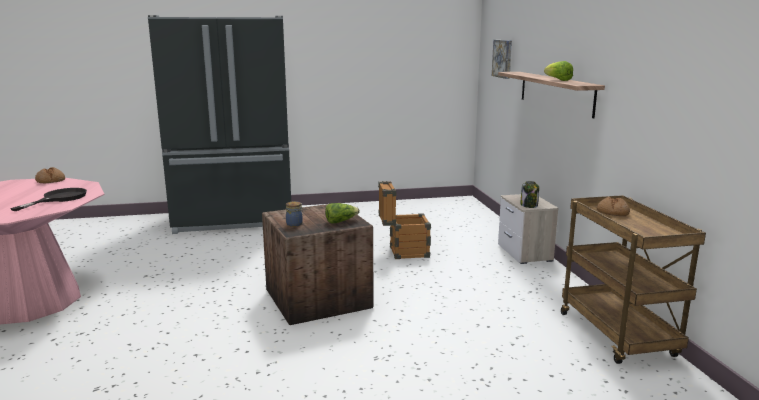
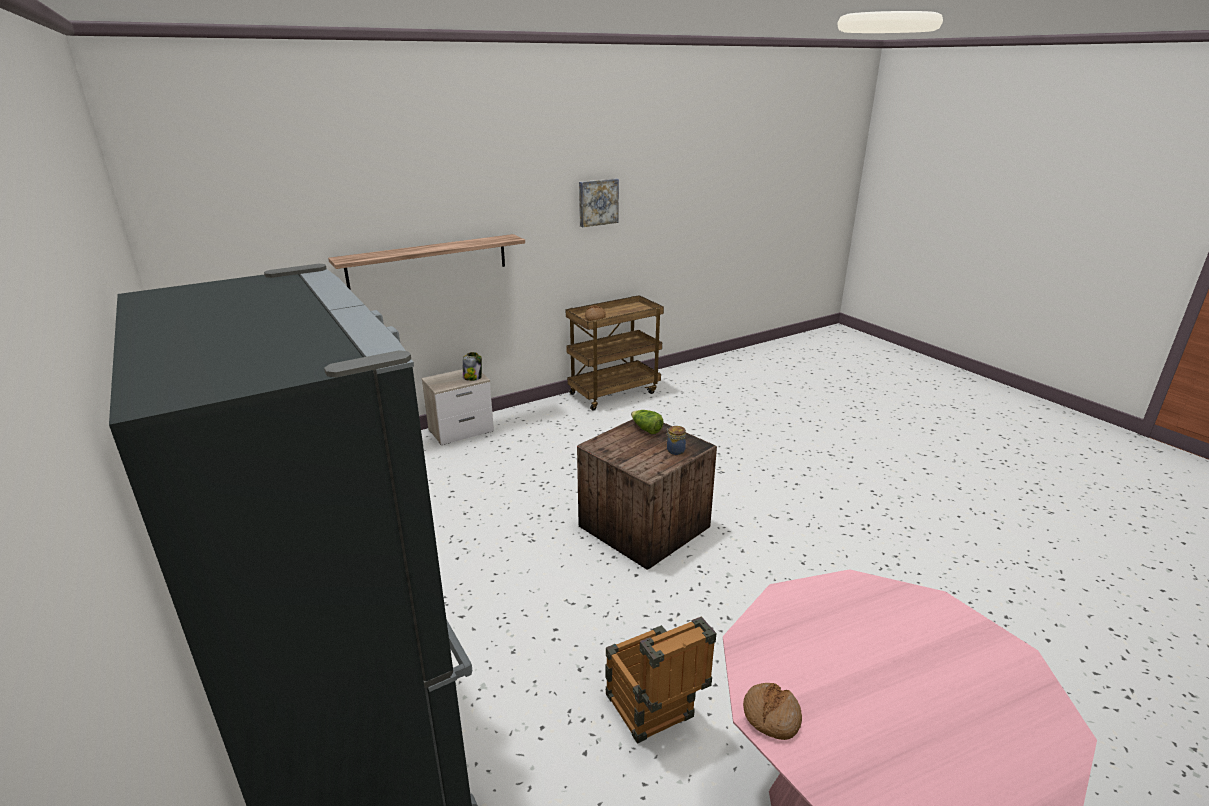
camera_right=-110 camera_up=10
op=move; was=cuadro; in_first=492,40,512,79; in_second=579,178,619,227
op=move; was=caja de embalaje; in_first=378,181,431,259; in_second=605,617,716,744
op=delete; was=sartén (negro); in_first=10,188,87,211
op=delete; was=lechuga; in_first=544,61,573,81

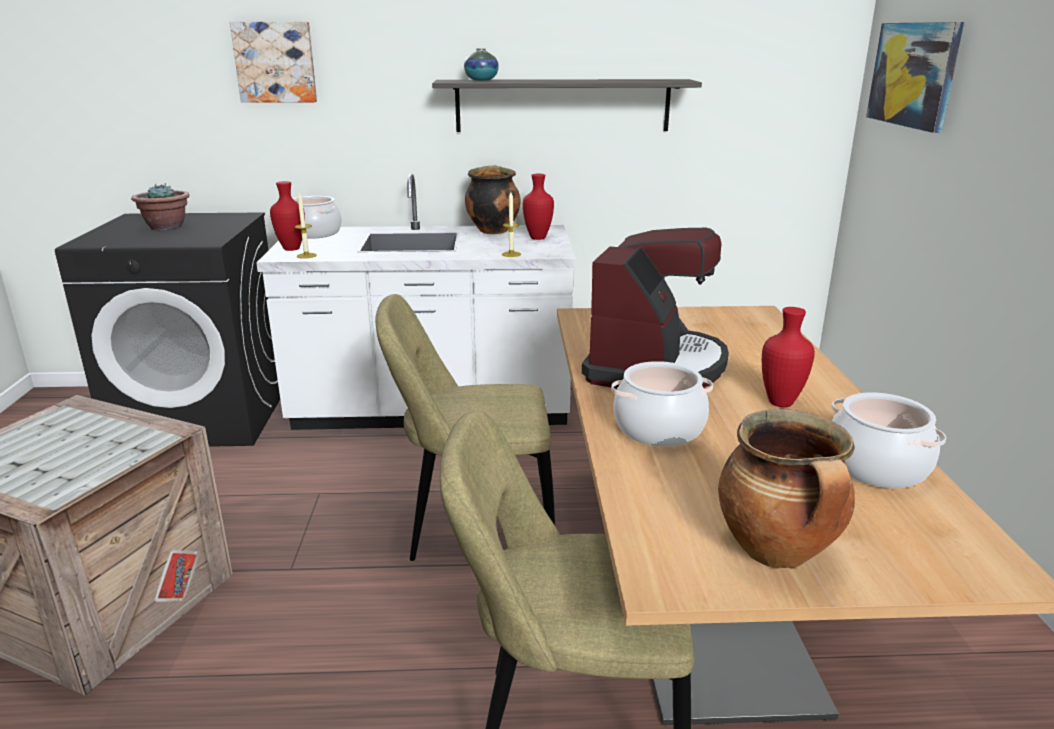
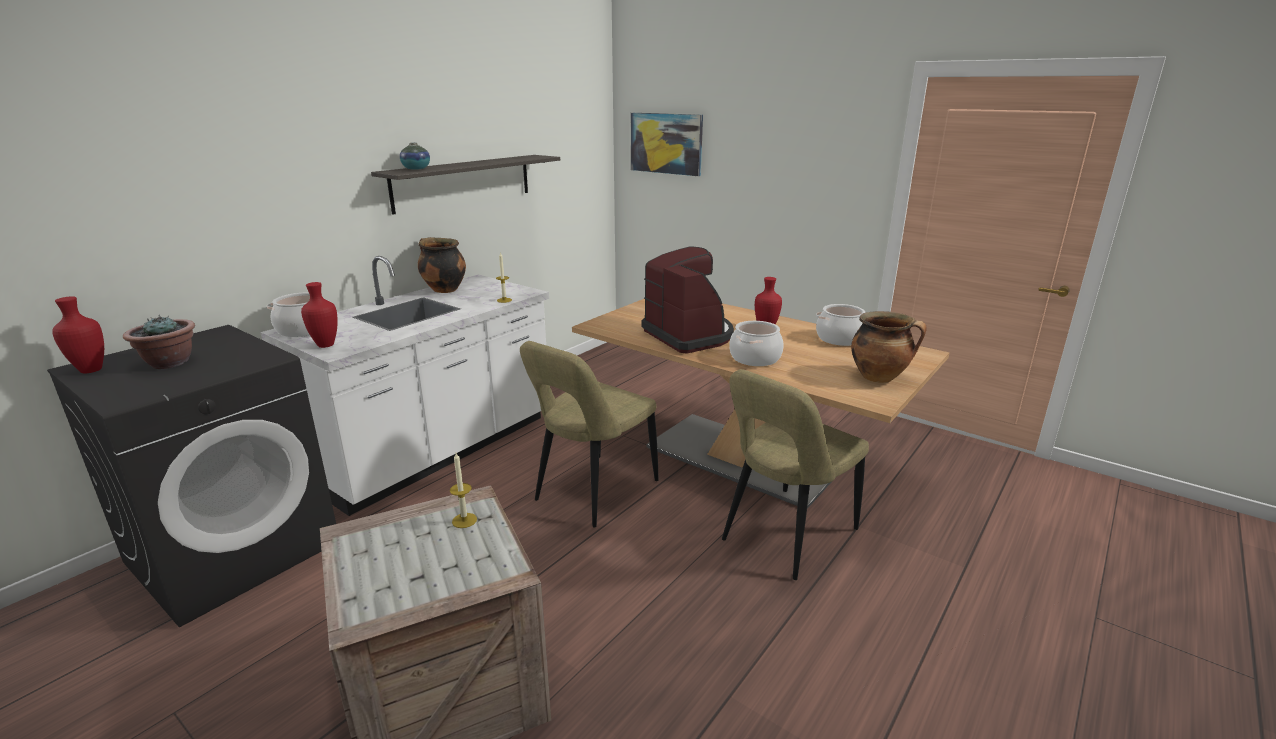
camera_right=-50 camera_up=0
op=move; was=florero (rojo); in_first=523,174,554,240; in_second=52,297,104,373
op=move; was=vela; in_first=295,193,317,259; in_second=450,453,477,528
op=delete; was=cuadro; in_first=230,22,317,103

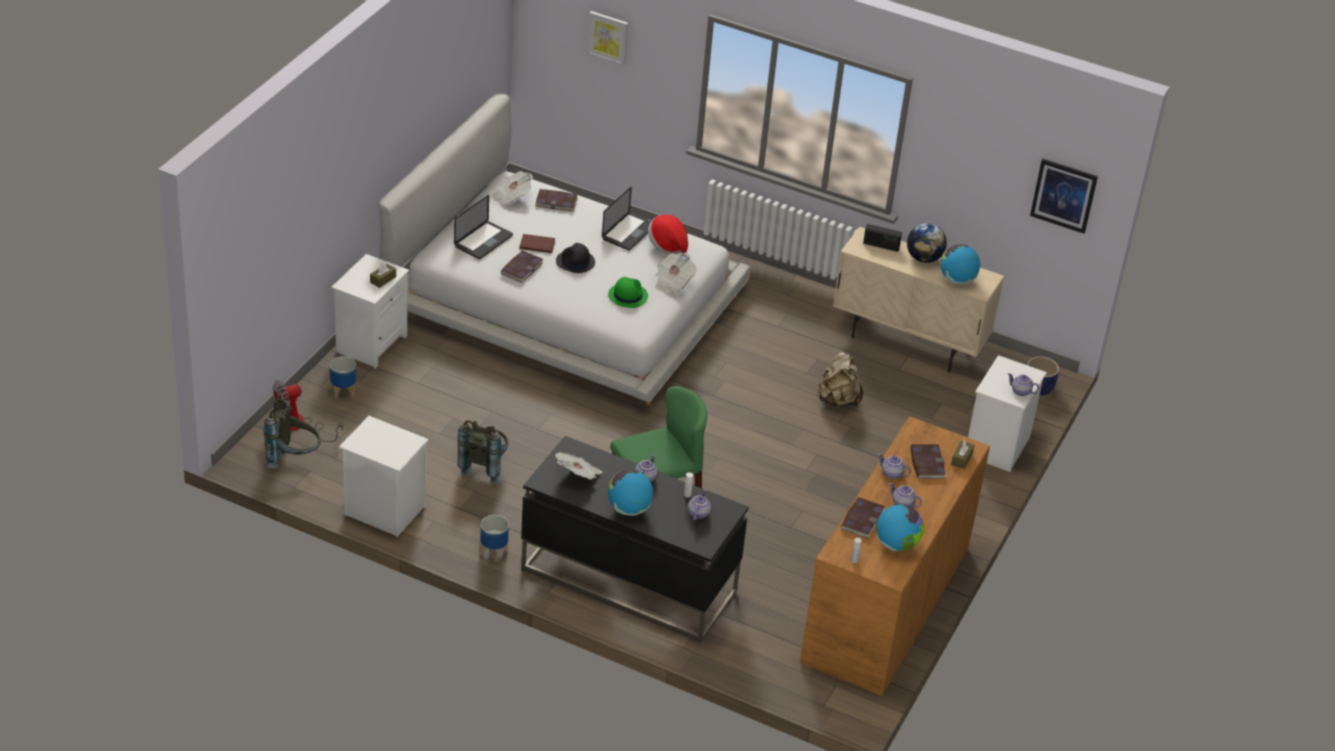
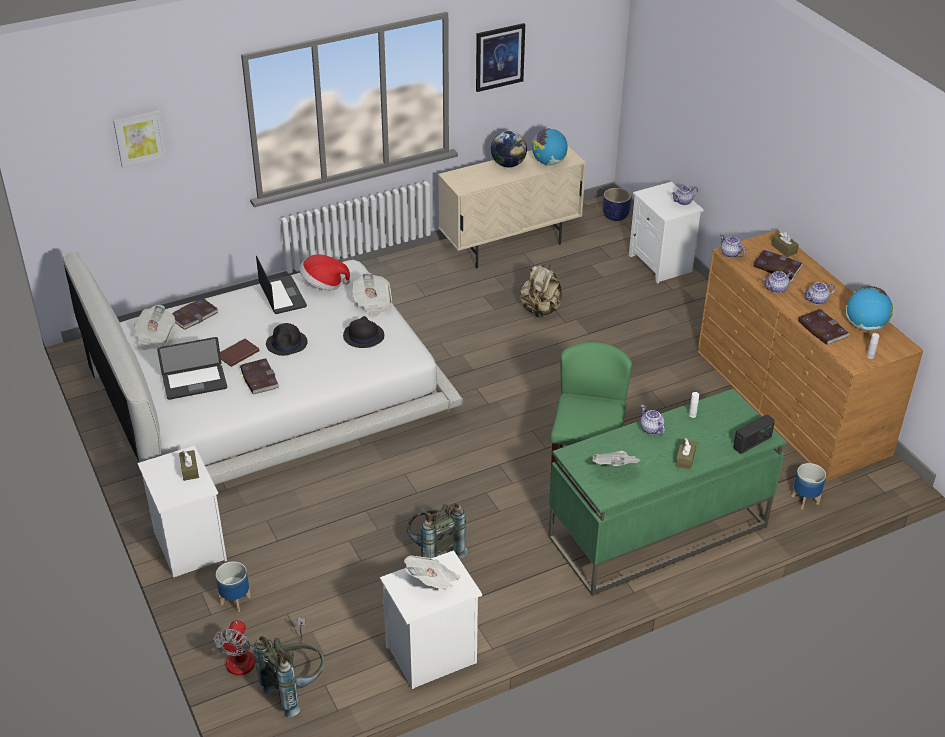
camera_right=-50 camera_up=0
op=rotate; was=portátil; in_first=454,195,513,259; in_second=157,337,227,400; clockwise=90
op=recolor; was=sombrero (verde); now=sombrero (negro); in_first=608,277,648,308; in_second=343,316,384,348
op=insert; now=periódico; in_second=404,555,460,590
op=move; was=cuadro; in_first=1030,159,1098,233; in_second=476,23,525,92
op=recolor; was=escritorio (negro); now=escritorio (verde); in_first=521,436,749,644; in_second=548,388,787,596
op=replace; was=globo terráqueo; now=caja de pañuelos (marrón); in_first=608,469,653,516; in_second=675,438,697,470
op=move; was=tetera; in_first=688,489,711,520; in_second=720,234,745,258
op=move; was=radio; in_first=863,224,902,252; in_second=733,415,775,454
op=move; was=maceta; in_first=480,515,509,562; in_second=791,463,826,510

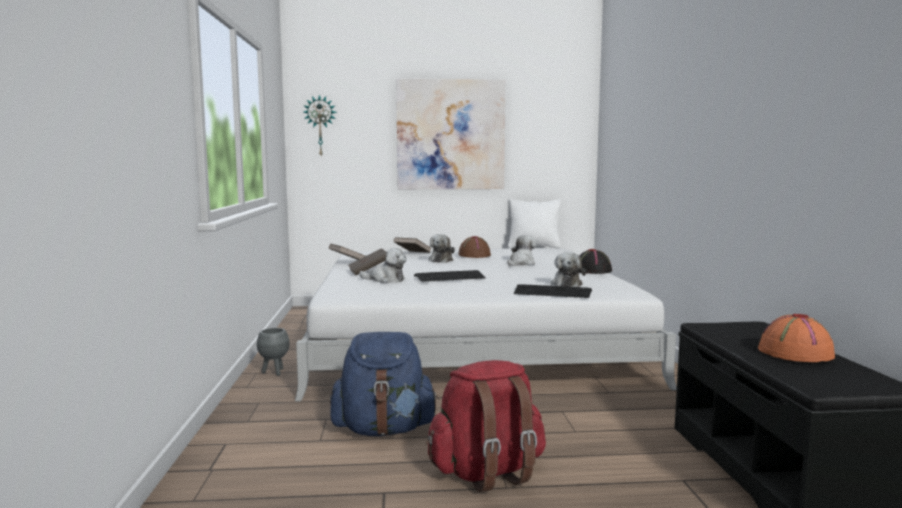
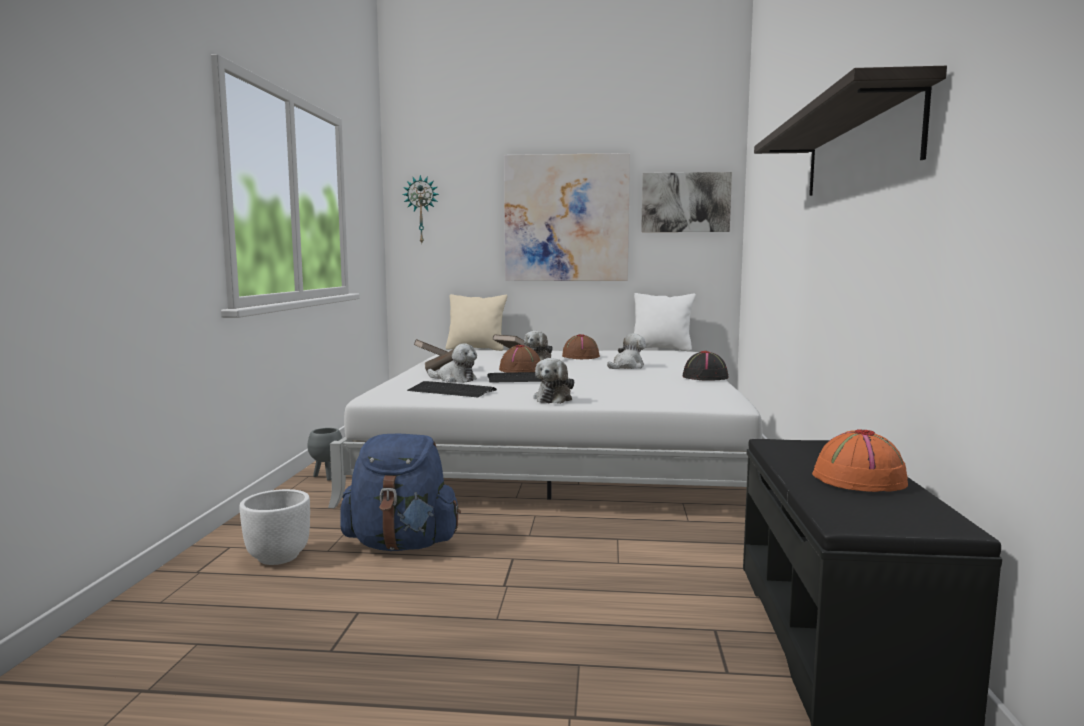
camera_right=10 camera_up=0
op=insert; now=maceta (blanco); in_second=239,489,310,565
op=move; was=teclado; in_first=514,284,592,298; in_second=407,381,497,397
op=insert; now=cojín (beis); in_second=446,294,507,351
op=insert; now=sombrero (marrón); in_second=499,345,541,373
op=move; was=peluche; in_first=551,252,586,287; in_second=534,358,574,404
op=insert; now=cuadro; in_second=641,172,732,232
op=insert; now=estante; in_second=754,66,947,196
op=delete; was=mochila (rojo); in_first=426,360,546,492

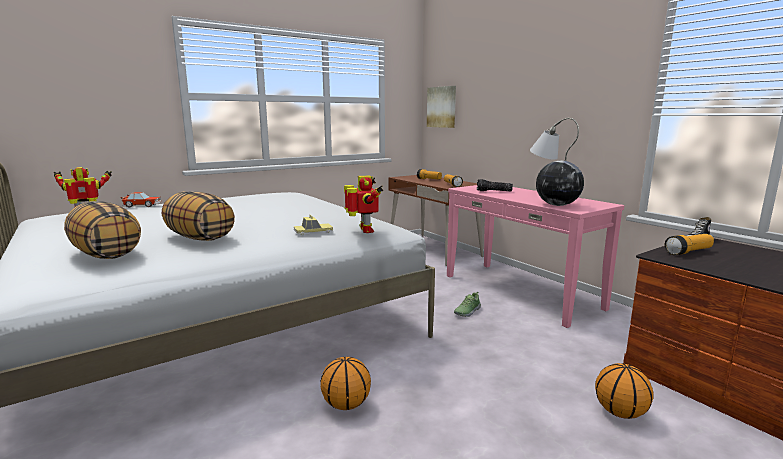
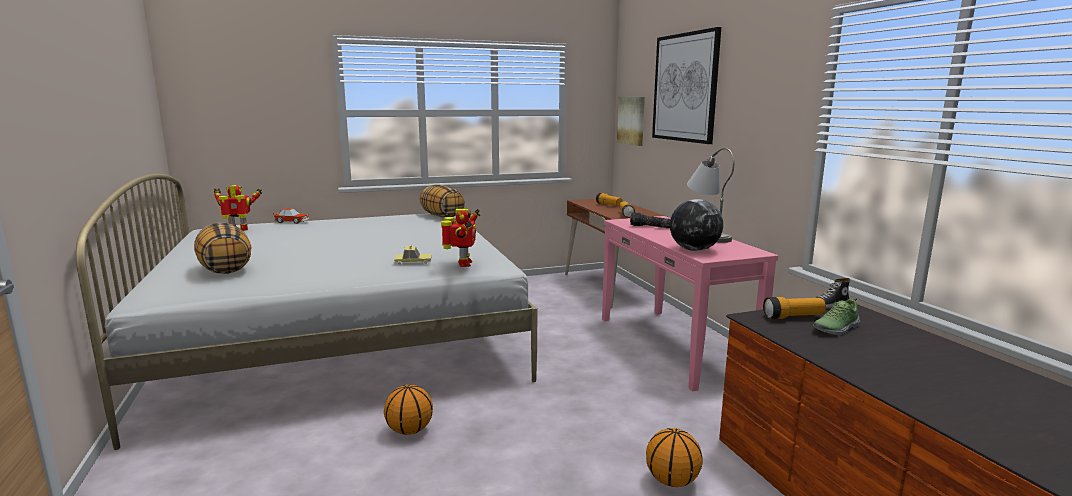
camera_right=15 camera_up=0
op=move; was=cojín; in_first=162,191,235,241; in_second=420,185,465,218
op=insert; now=cuadro; in_second=652,27,721,144
op=move; was=zapato; in_first=454,292,481,317; in_second=813,298,860,335

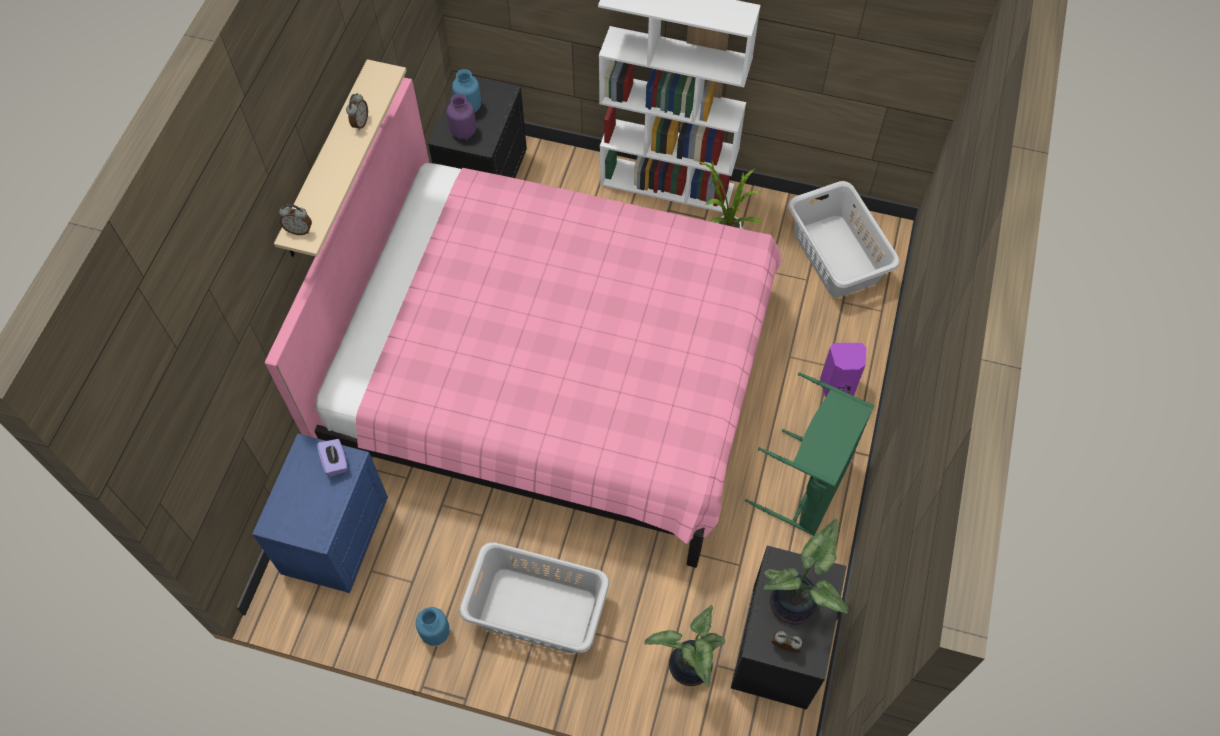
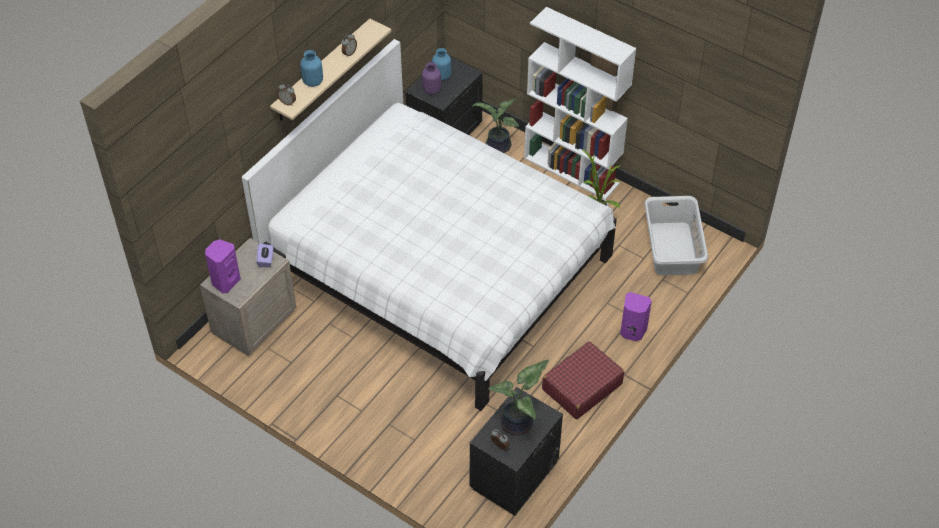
camera_right=20 camera_up=-10
op=recolor; was=mesita de noche (azul); now=mesita de noche (beis); in_first=252,433,388,593; in_second=200,238,296,356
op=insert; now=altavoz (morado); in_second=205,239,241,293
op=recolor; was=cama (rosa); now=cama (blanco); in_first=265,77,782,568; in_second=242,39,617,411
op=move; was=florero (azul); in_first=416,607,450,646; in_second=300,50,323,87
op=move; was=planta en maceta; in_first=644,605,725,687; in_second=472,99,519,153
op=replace; was=cesto de la ropa (verde); now=maleta (rojo); in_first=745,372,874,536; in_second=542,341,624,419
op=delete; was=cesto de la ropa (gris); in_first=459,542,610,653

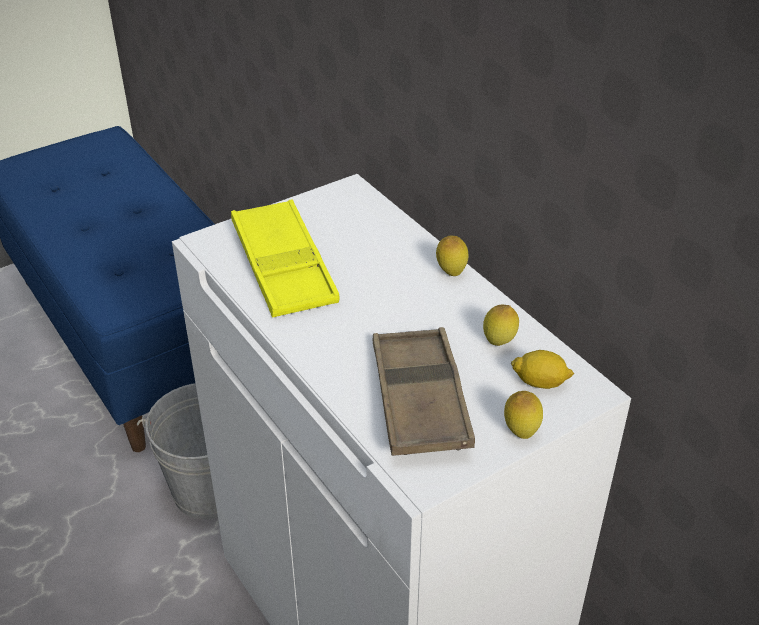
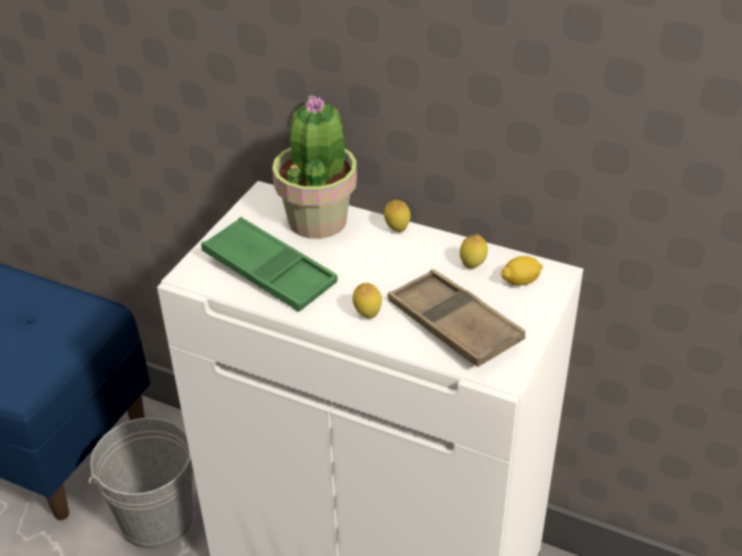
camera_right=-30 camera_up=0
op=recolor; was=bandeja (amarillo); now=bandeja (verde); in_first=231,199,340,318; in_second=201,217,338,312
op=insert; now=planta en maceta; in_second=272,95,357,239
op=move; was=limón; in_first=504,391,543,439; in_second=353,283,382,318

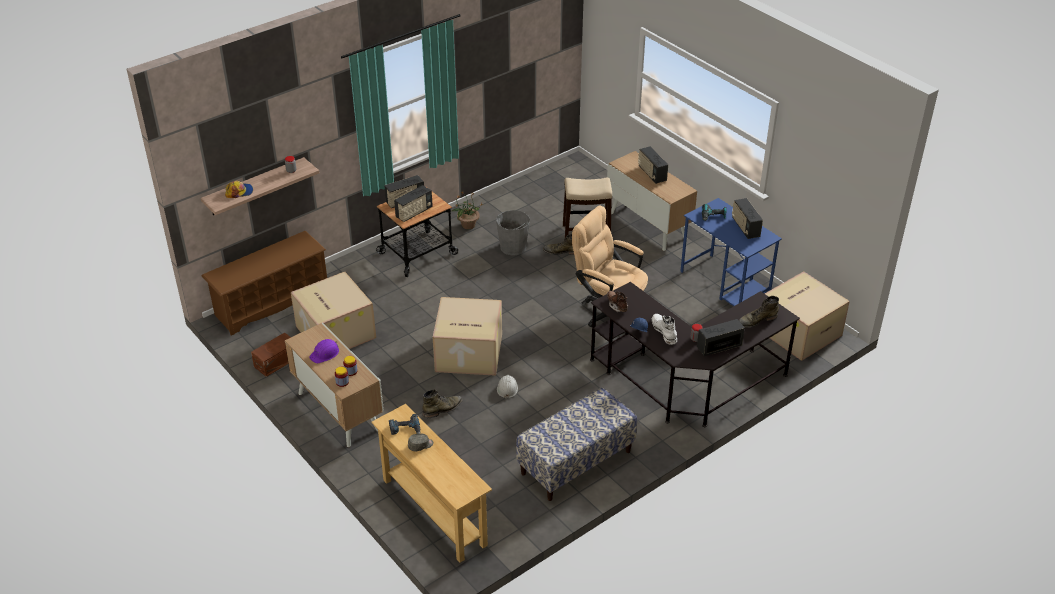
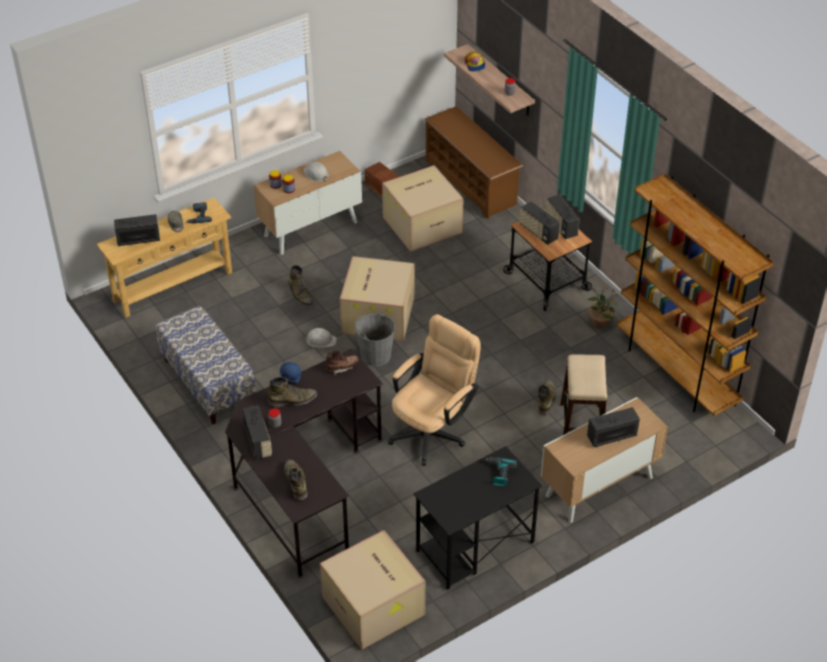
camera_right=95 camera_up=5
op=move; was=radio; in_first=732,198,763,239; in_second=114,214,160,246
op=recolor; was=bota (blanco); now=bota (verde); in_first=651,314,677,345; in_second=268,377,317,407
op=recolor; was=casco (morado); now=casco (blanco); in_first=309,339,339,364; in_second=303,162,329,182
op=move; was=cubo (gris); in_first=496,210,530,255; in_second=355,313,395,367
op=recolor; was=escritorio (azul); now=escritorio (negro); in_first=680,198,782,306; in_second=414,446,542,590
op=insert; now=estantería (marrón); in_second=617,174,774,416

